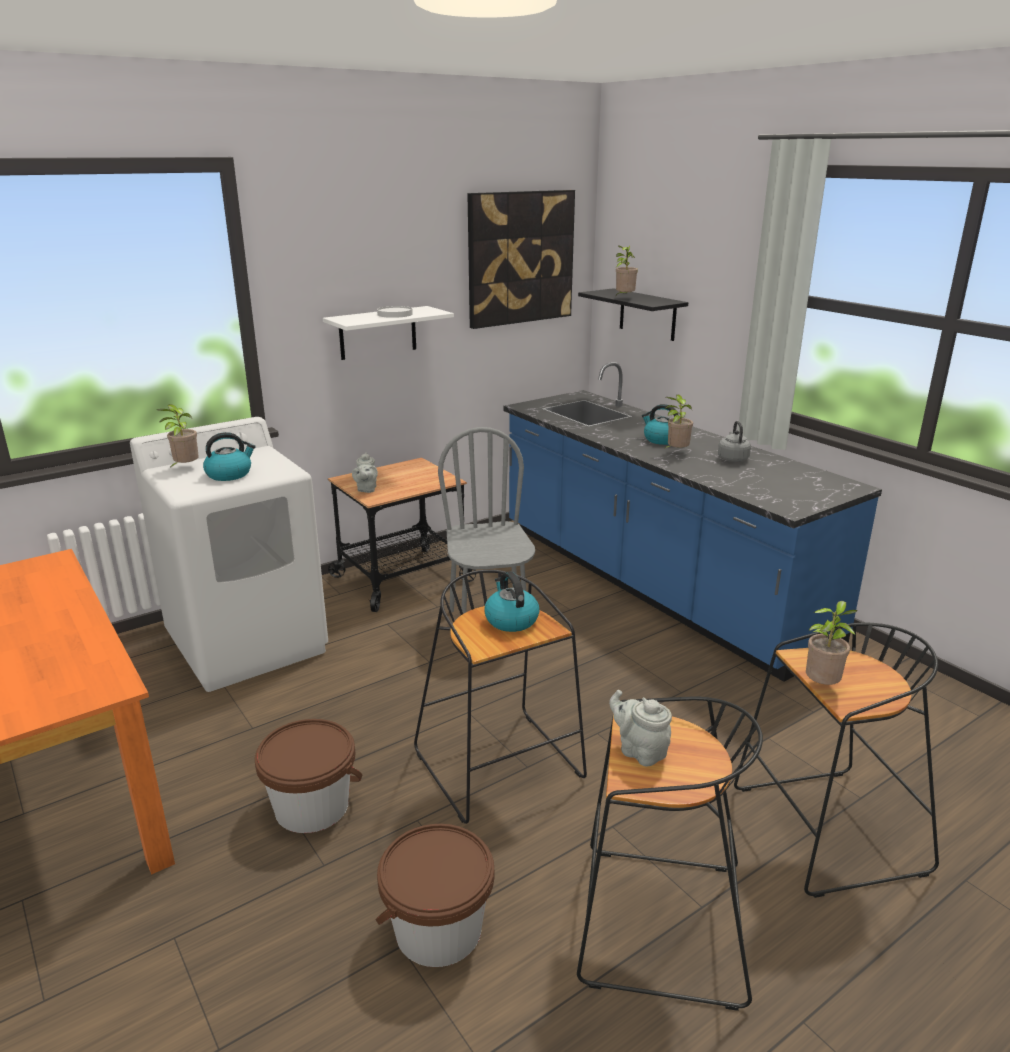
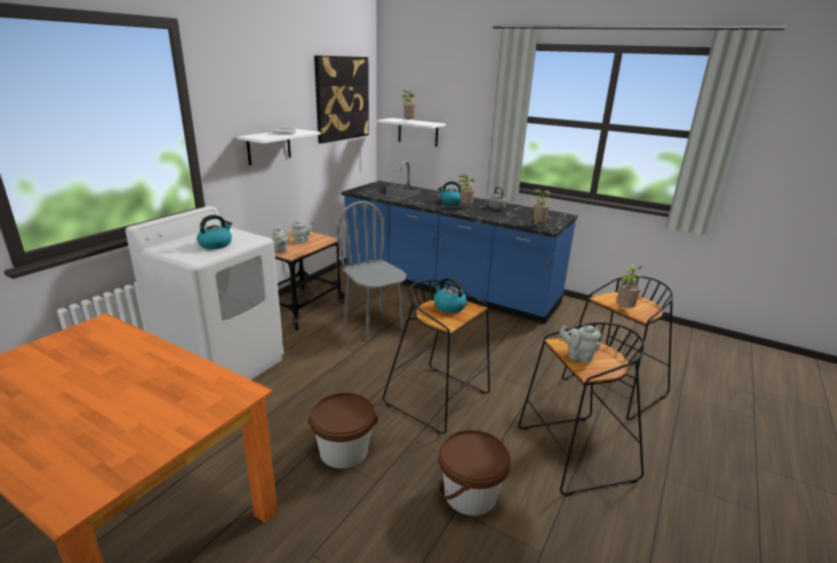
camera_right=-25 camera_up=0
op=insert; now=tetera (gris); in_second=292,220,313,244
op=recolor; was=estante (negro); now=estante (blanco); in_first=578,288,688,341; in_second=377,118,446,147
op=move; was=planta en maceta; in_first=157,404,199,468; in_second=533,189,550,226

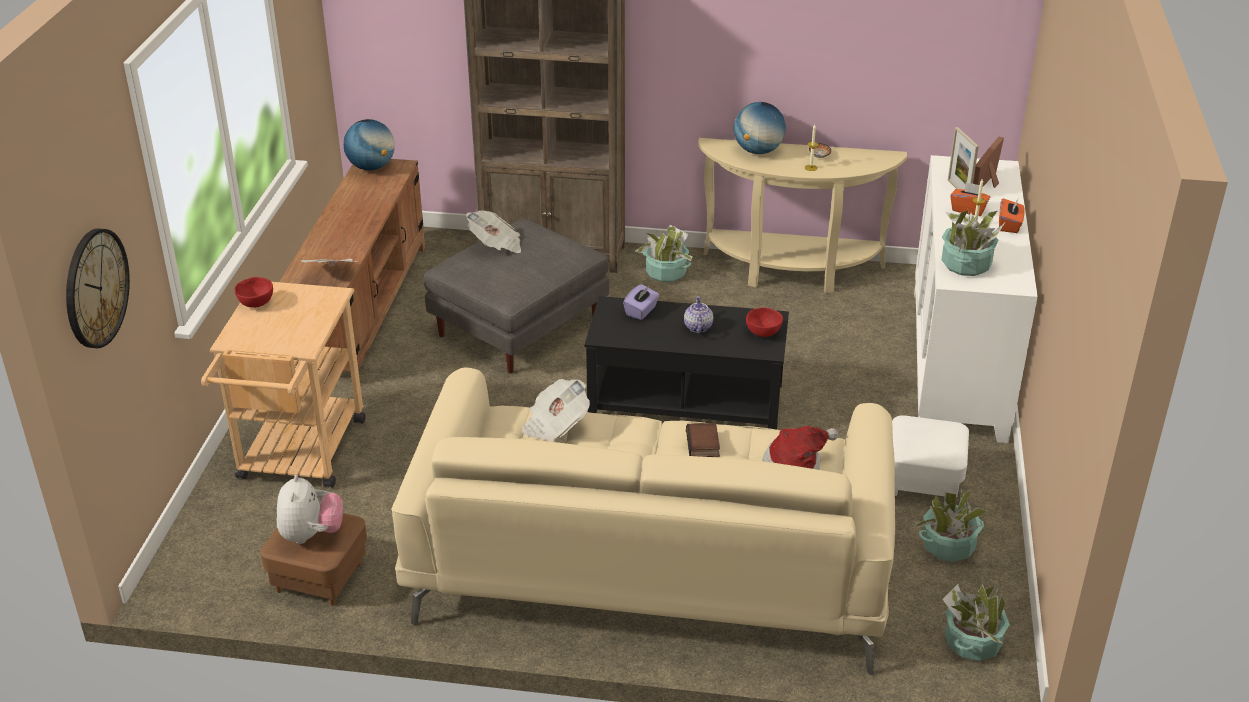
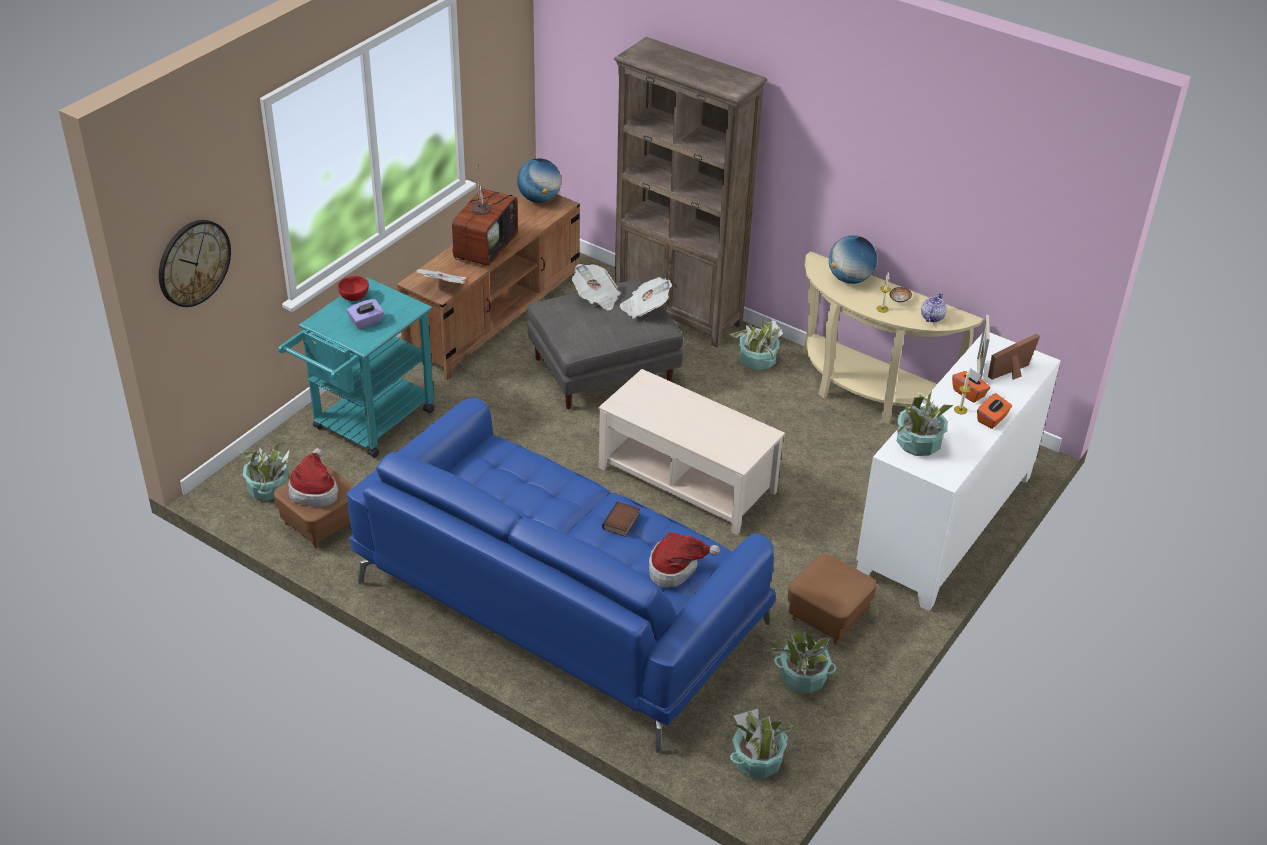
camera_right=25 camera_up=5
op=insert; now=planta en maceta; in_second=239,441,290,501
op=recolor; was=carrito (beis); now=carrito (turquesa); in_first=201,282,366,488; in_second=278,277,434,458
op=replace; was=peluche; now=sombrero; in_first=277,475,343,544; in_second=288,448,338,507
op=move; was=caja de pañuelos (morado); in_first=623,284,659,320; in_second=347,299,384,329
op=recolor; was=sofá (beis); now=sofá (azul); in_first=391,368,895,675; in_second=347,398,775,753
op=insert; now=televisor; in_second=452,162,518,266
op=recolor; was=mesa de centro (negro); now=mesa de centro (beis); in_first=585,296,789,430; in_second=598,369,785,535
op=move; was=periódico; in_first=521,379,590,442; in_second=620,277,672,319
op=recolor; was=puf (blanco); now=puf (marrón); in_first=892,415,969,497; in_second=788,554,876,644
op=move; was=tetera; in_first=684,296,713,333; in_second=921,292,947,322
op=delete; was=cuenco (rojo); in_first=746,308,783,337

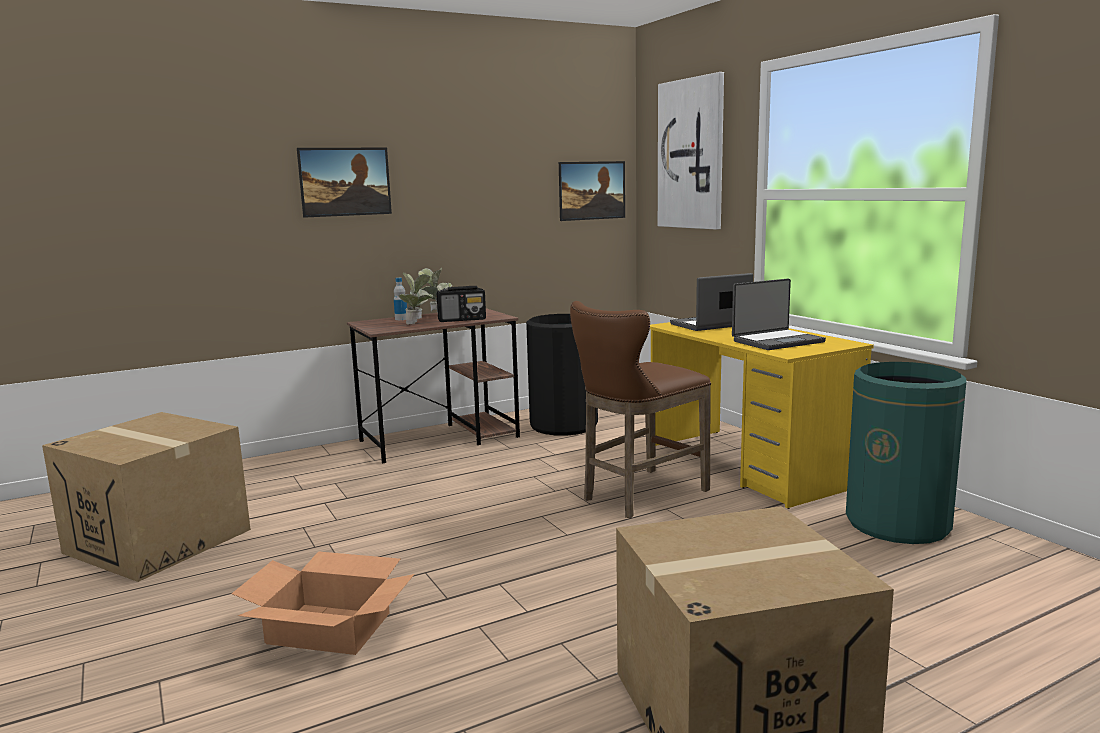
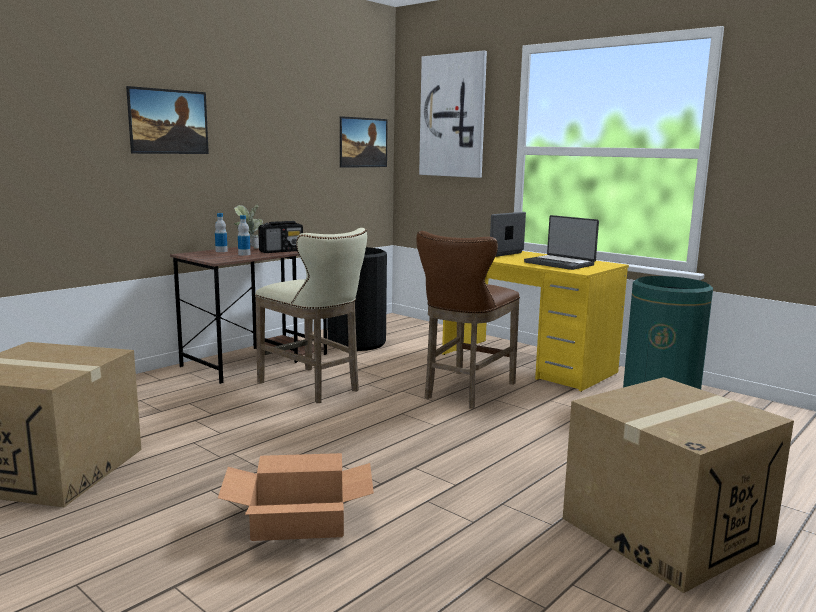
camera_right=-20 camera_up=0
op=replace; was=planta en maceta; now=botella; in_first=399,272,433,325; in_second=238,215,251,256
op=insert; now=taburete (beis); in_second=255,228,367,403
op=rotate; was=portátil; in_first=732,279,826,350; in_second=524,215,599,270; clockwise=90

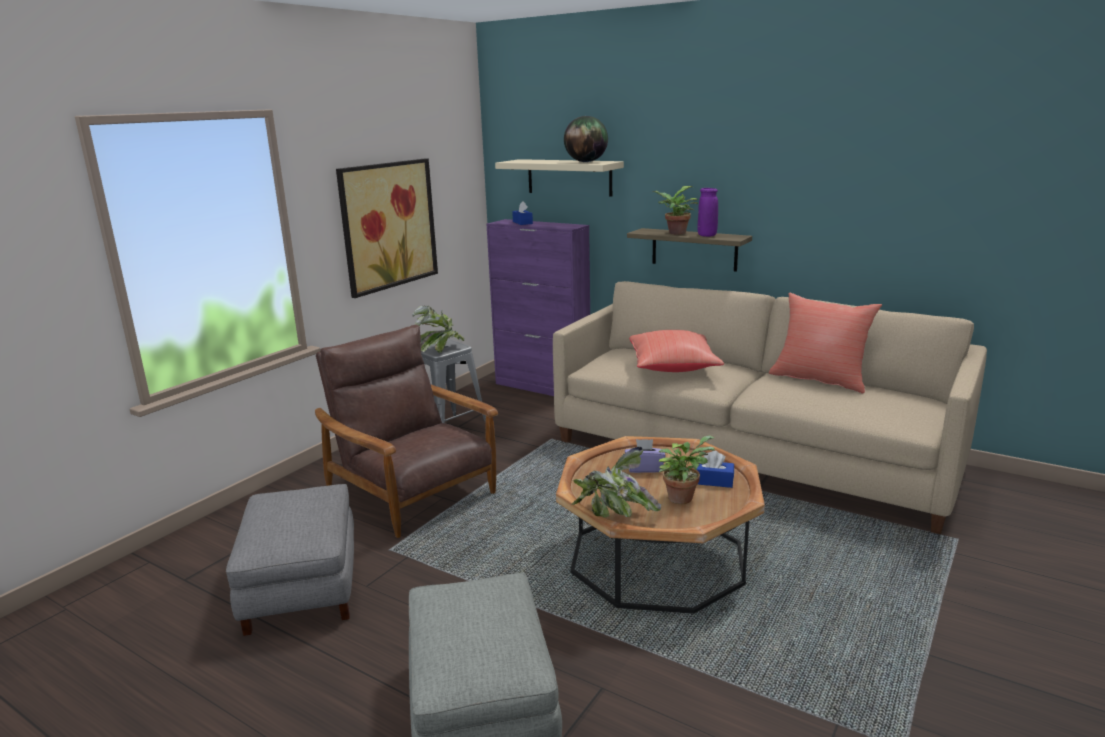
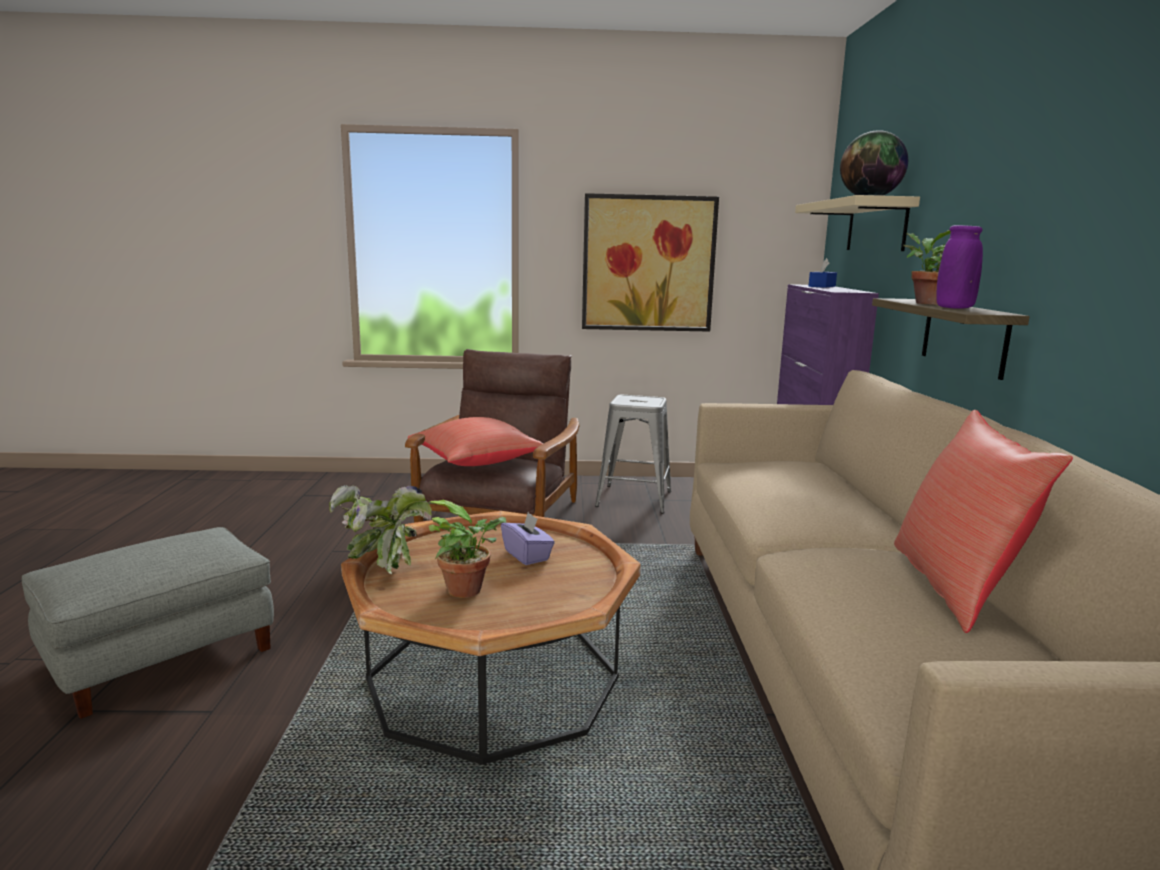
camera_right=55 camera_up=-5
op=move; was=cojín (rojo); in_first=629,330,724,372; in_second=408,417,543,466
op=delete; was=puf (gris); in_first=226,484,354,636
op=delete; was=planta en maceta; in_first=412,305,464,353
op=delete; was=caja de pañuelos (azul); in_first=696,450,734,488

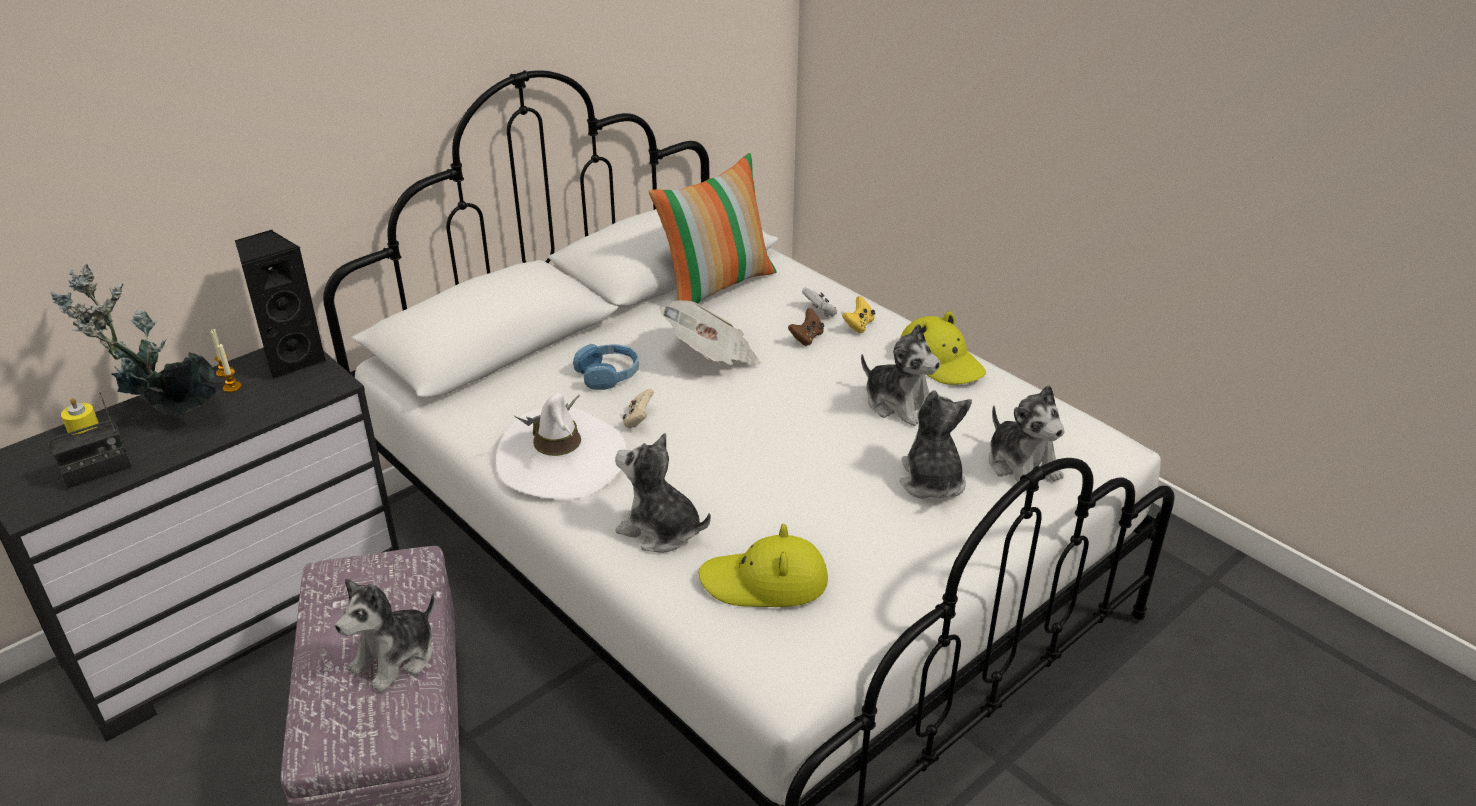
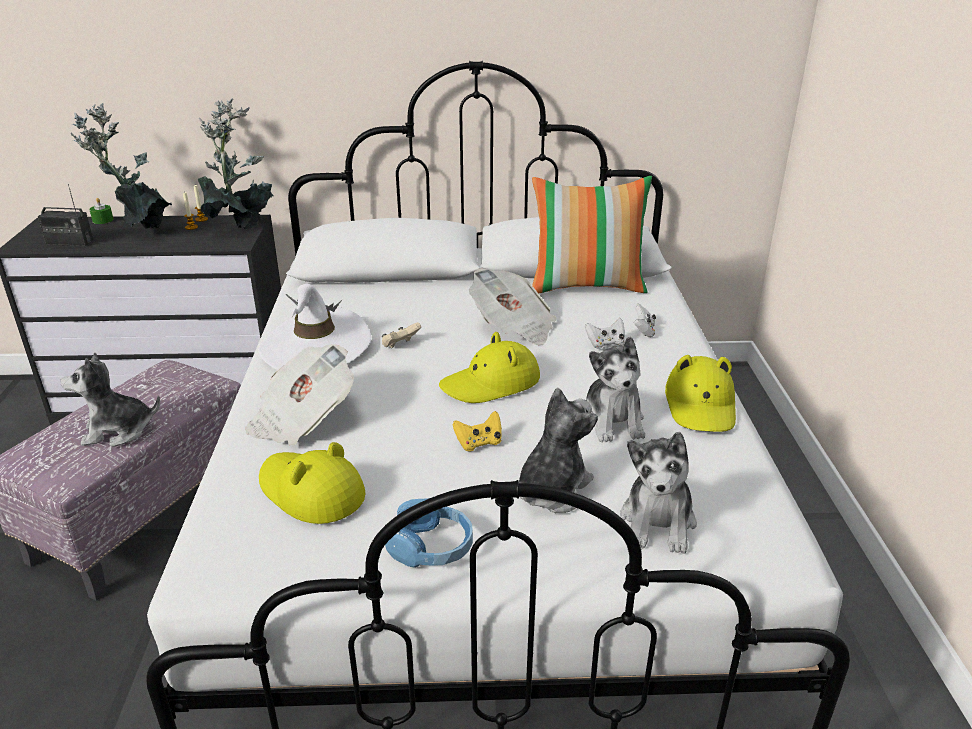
camera_right=40 camera_up=-5
op=recolor; was=vela (amarillo); now=vela (verde); in_first=61,398,99,435; in_second=89,198,114,224
op=replace; was=altavoz (negro); now=planta en maceta; in_first=235,230,327,380; in_second=198,98,274,229
op=replace; was=peluche; now=periódico; in_first=615,433,711,553; in_second=245,344,354,445
op=move; was=auriculares (azul); in_first=573,344,639,390; in_second=385,498,473,568
op=insert; now=sombrero (amarillo); in_second=439,332,540,403
op=move; was=mando de consola (amarillo); in_first=842,296,875,333; in_second=453,411,502,451
op=recolor; was=mando de consola (marrón); now=mando de consola (blanco); in_first=788,308,824,346; in_second=585,318,625,349

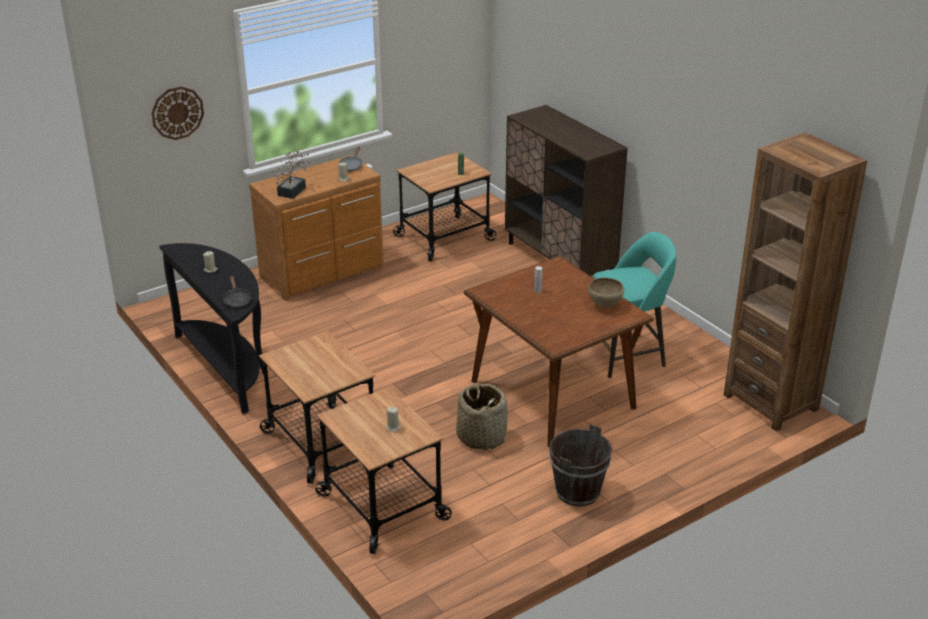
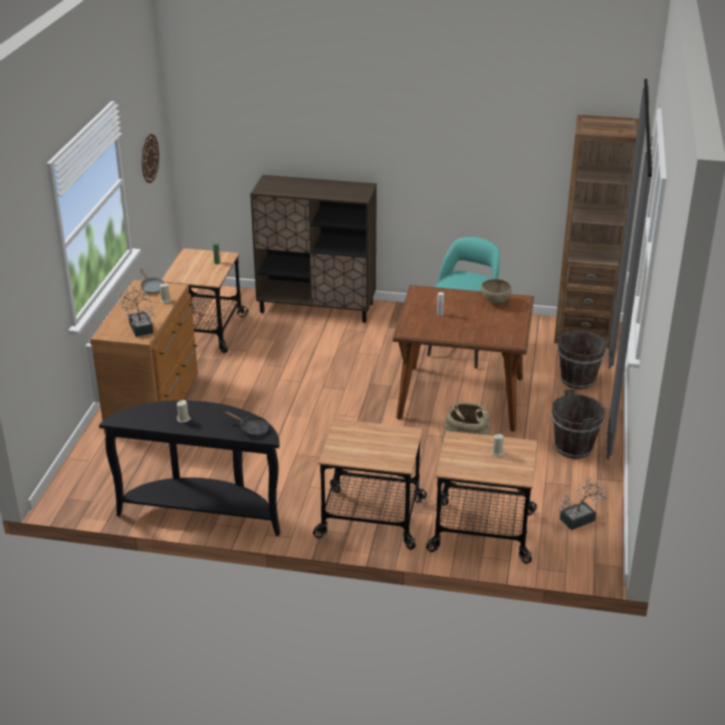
camera_right=-45 camera_up=0
op=move; was=reloj de pared; in_first=151,86,204,140; in_second=142,134,159,183
op=insert; now=cubo (marrón); in_second=558,331,608,389
op=insert; now=planta en maceta; in_second=559,477,607,530

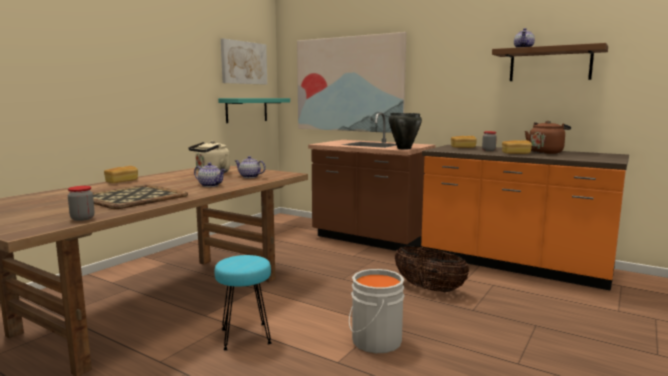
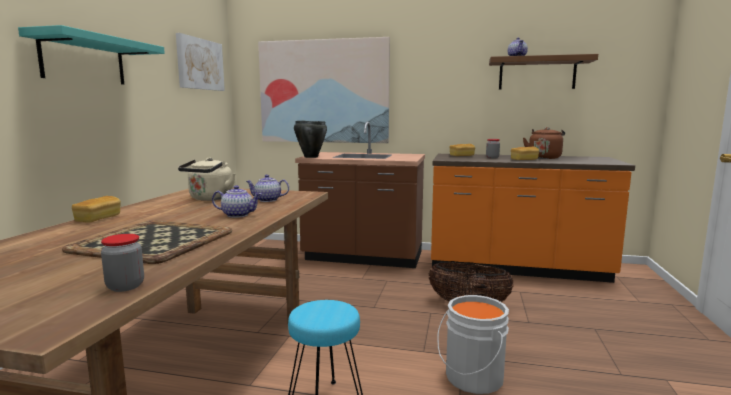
camera_right=-20 camera_up=0
op=move; was=estante (turquesa); in_first=218,98,290,123; in_second=18,25,165,84
op=move; was=olla (negro); in_first=389,113,422,150; in_second=294,120,327,158

